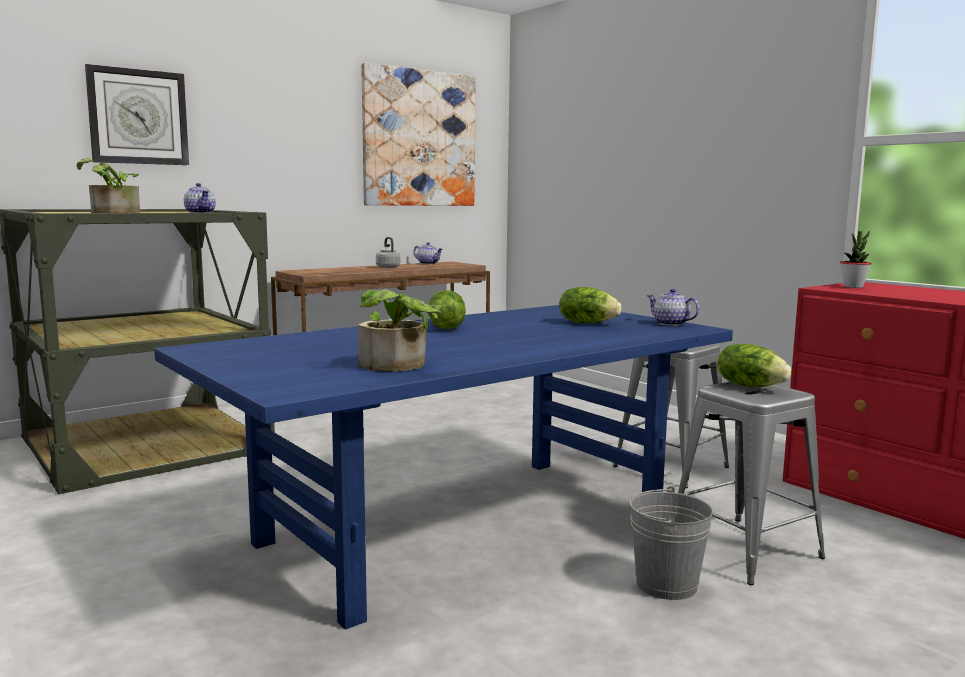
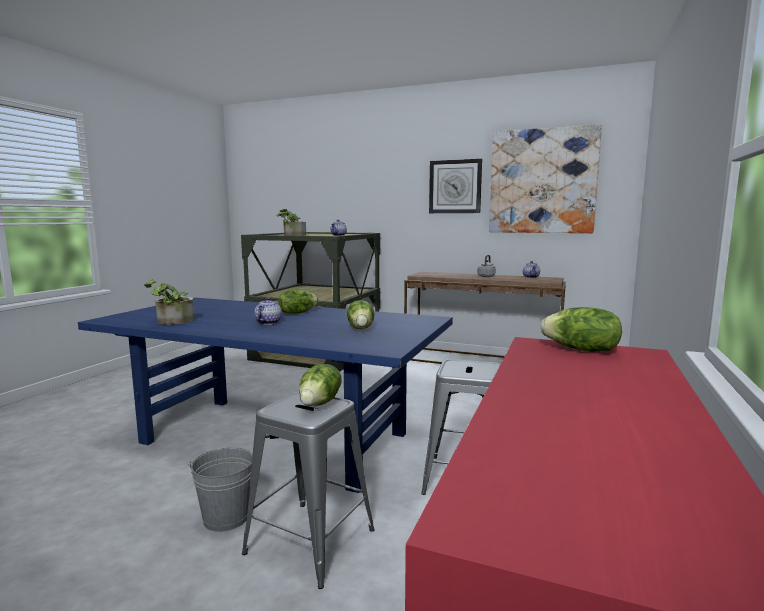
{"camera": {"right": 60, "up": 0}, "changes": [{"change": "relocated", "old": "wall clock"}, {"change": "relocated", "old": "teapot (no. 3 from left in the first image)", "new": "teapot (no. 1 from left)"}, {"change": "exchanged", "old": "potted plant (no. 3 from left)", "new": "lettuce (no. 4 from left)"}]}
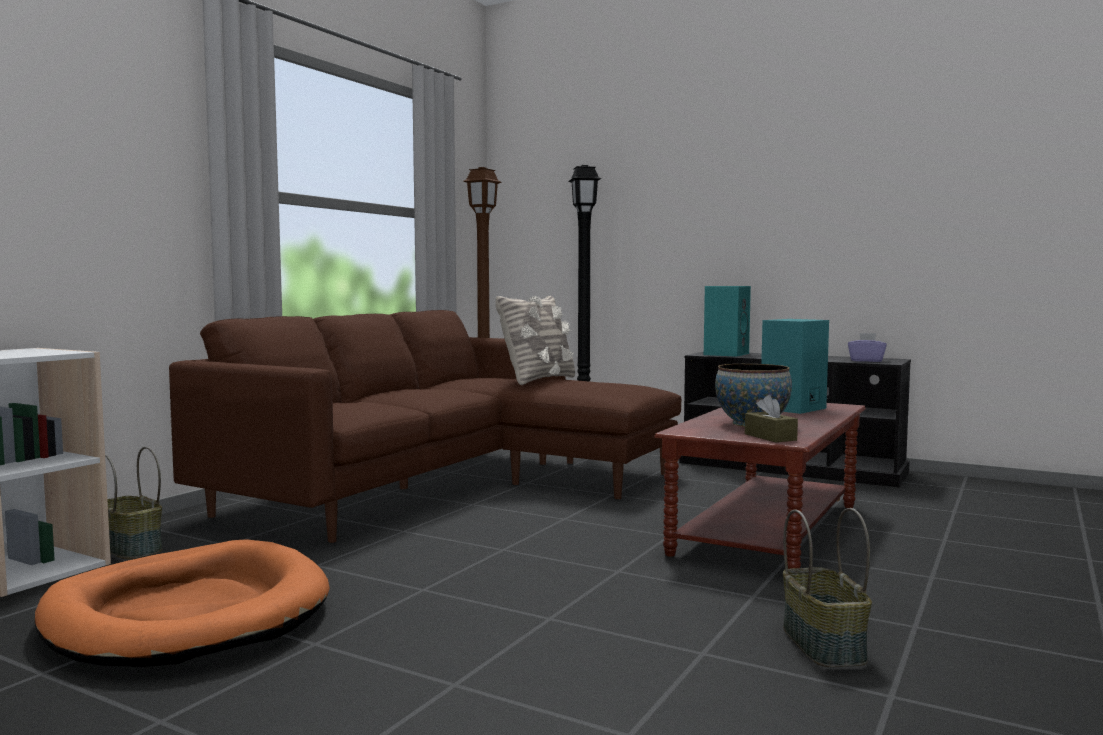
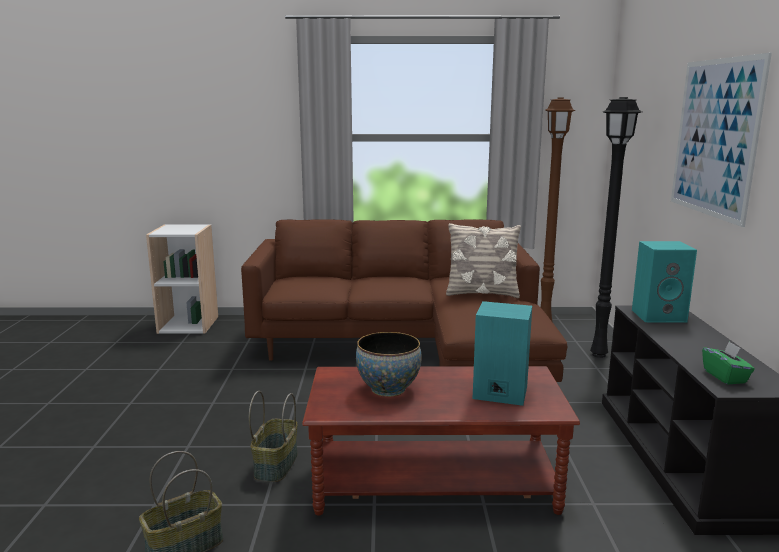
{"camera": {"right": 60, "up": 10}, "changes": [{"change": "missing", "old": "orange dog bed"}, {"change": "missing", "old": "brown tissue box"}, {"change": "appeared", "new": "picture"}, {"change": "relocated", "old": "basket (no. 1 from left in the first image)", "new": "basket (no. 2 from left)"}, {"change": "colour", "old": "purple tissue box", "new": "green tissue box"}]}
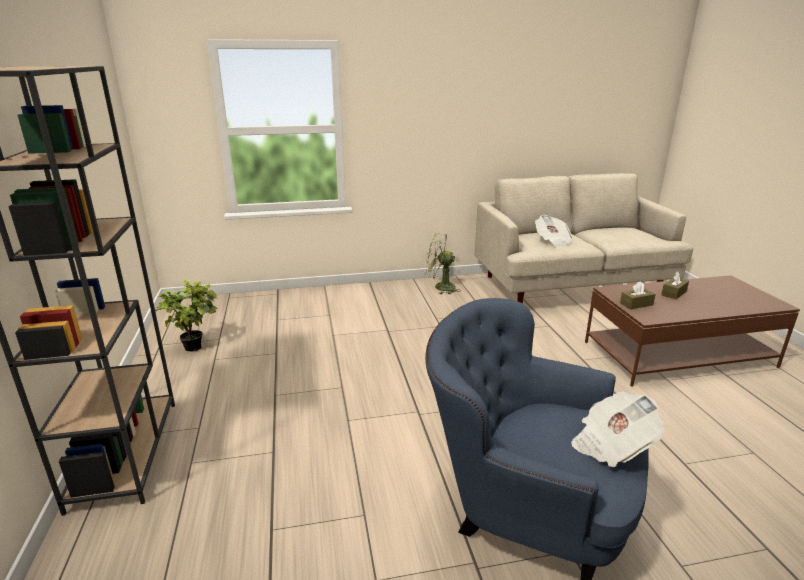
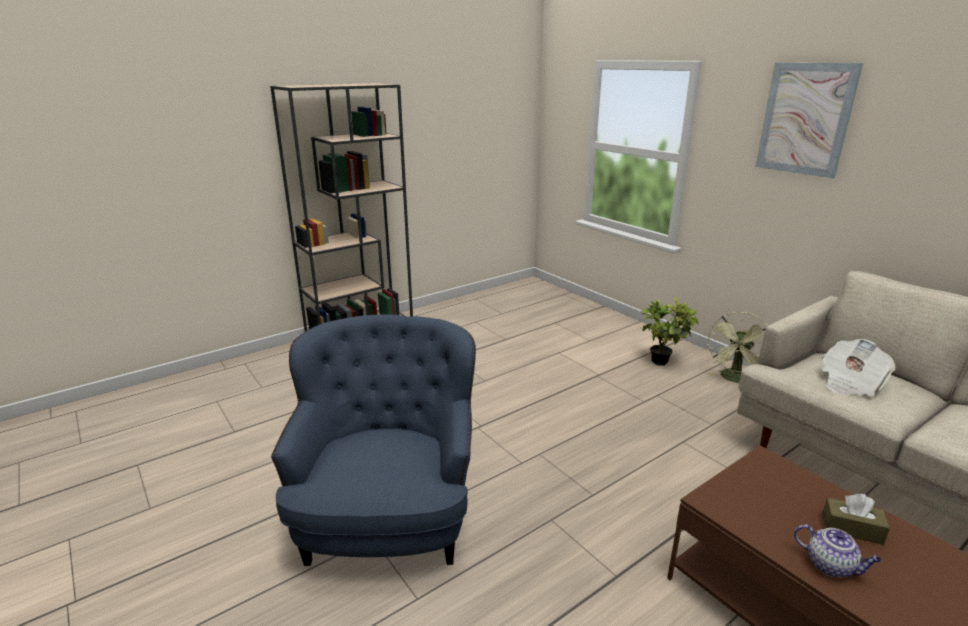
{"camera": {"right": 65, "up": 0}, "changes": [{"change": "missing", "old": "newspaper (no. 2 from left)"}, {"change": "missing", "old": "brown tissue box (no. 1 from left)"}, {"change": "appeared", "new": "picture"}, {"change": "appeared", "new": "teapot"}, {"change": "relocated", "old": "potted plant"}, {"change": "spun", "old": "green fan", "degrees": -135}]}
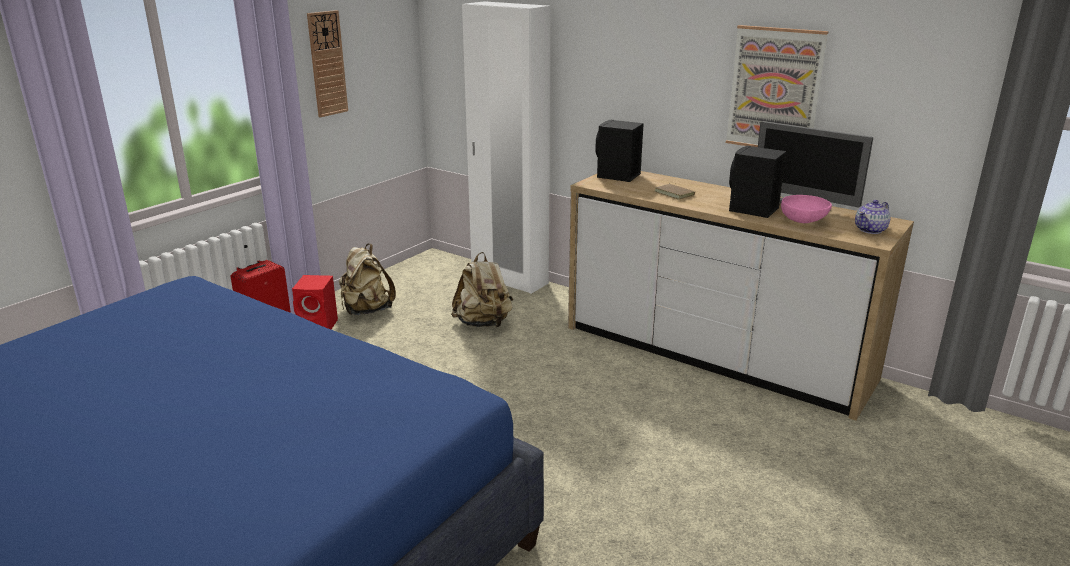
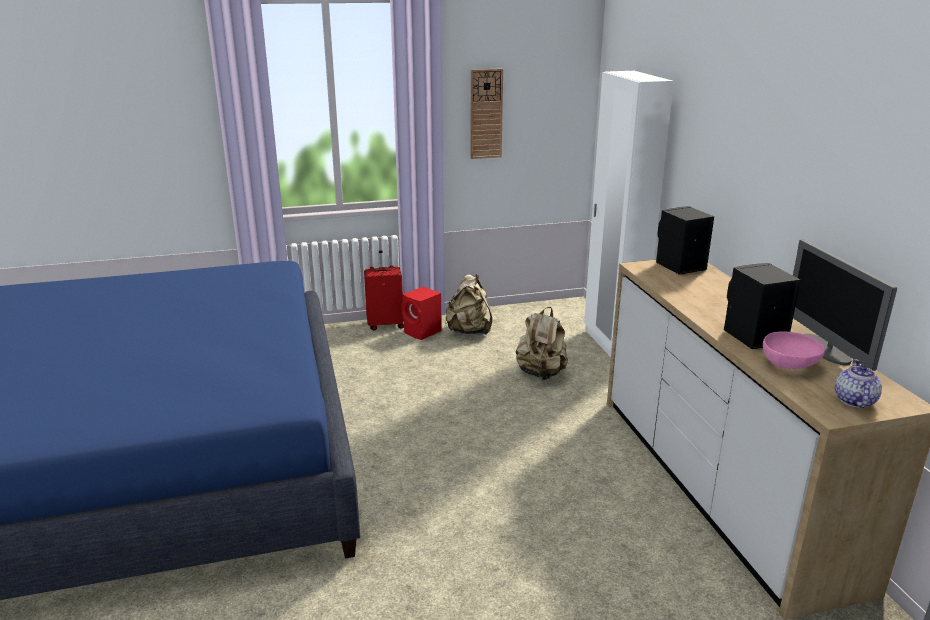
{"camera": {"right": 40, "up": 0}, "changes": [{"change": "missing", "old": "brown book"}, {"change": "missing", "old": "picture"}, {"change": "spun", "old": "teapot", "degrees": 105}]}
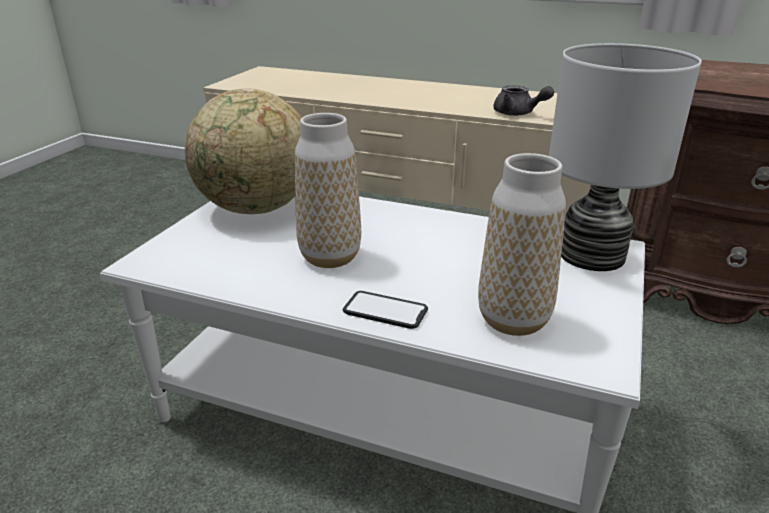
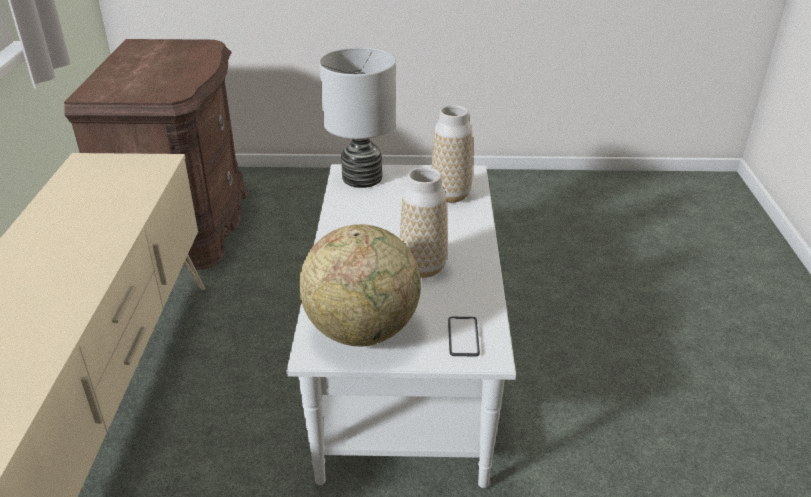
{"camera": {"right": -110, "up": 5}, "changes": [{"change": "missing", "old": "grey teapot"}, {"change": "relocated", "old": "phone"}]}
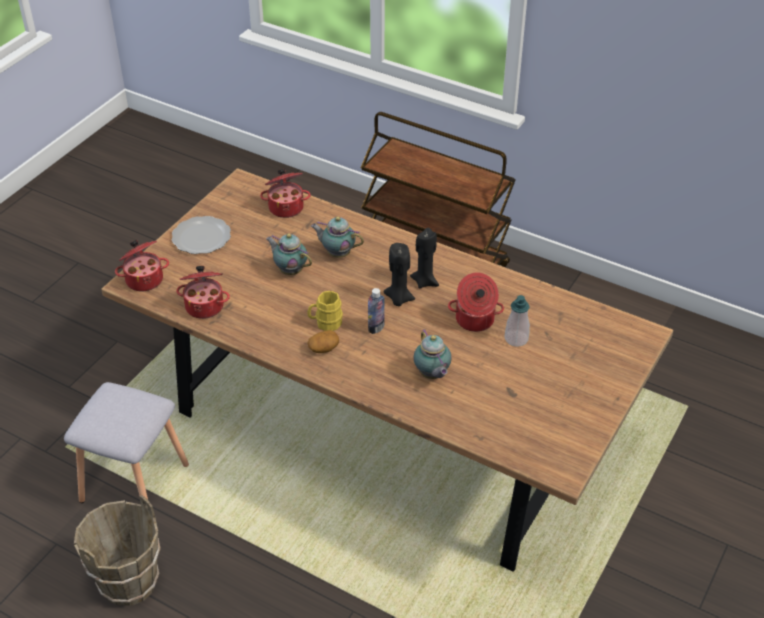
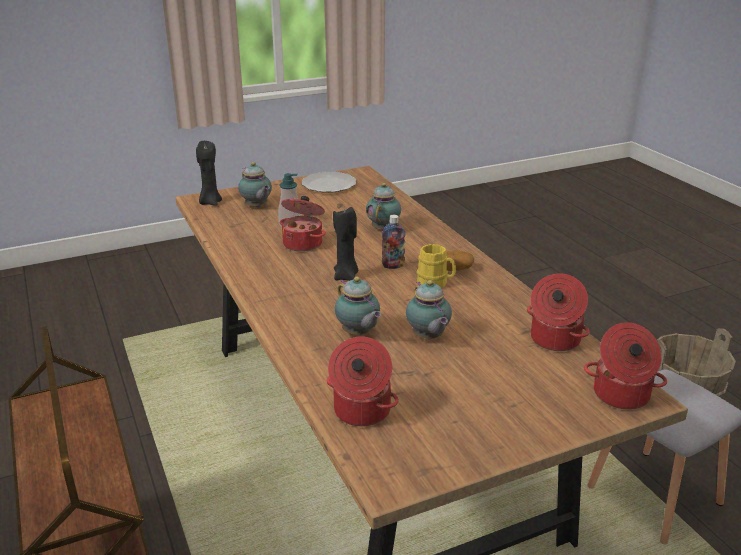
{"camera": {"right": -145, "up": -15}, "changes": [{"change": "appeared", "new": "teapot (no. 1 from left)"}, {"change": "relocated", "old": "plate"}, {"change": "relocated", "old": "black candle (no. 2 from left in the first image)", "new": "black candle (no. 1 from left)"}]}
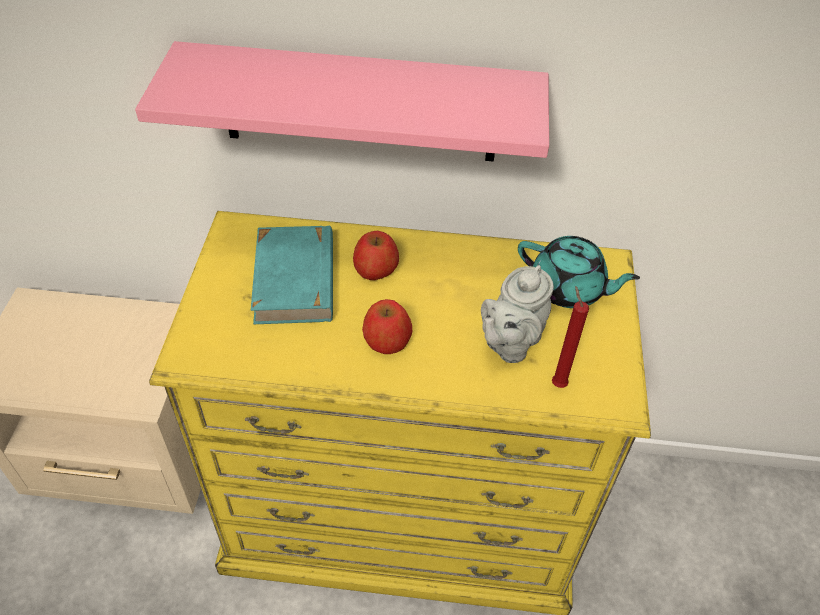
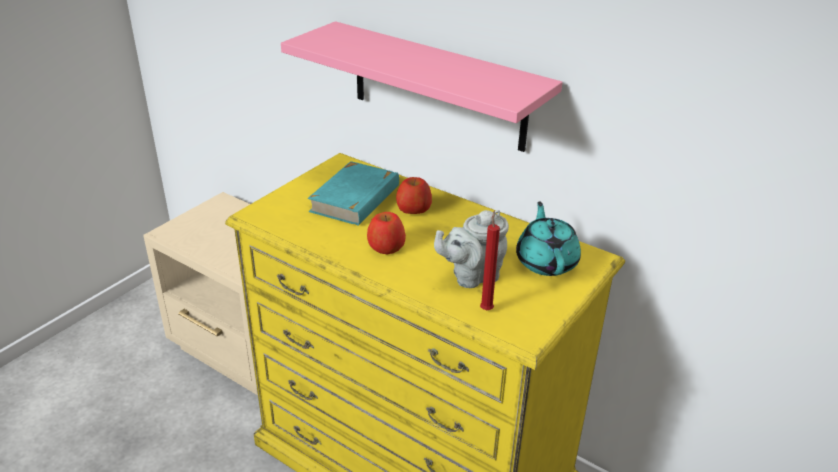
{"camera": {"right": 30, "up": -15}, "changes": [{"change": "spun", "old": "turquoise teapot", "degrees": -150}]}
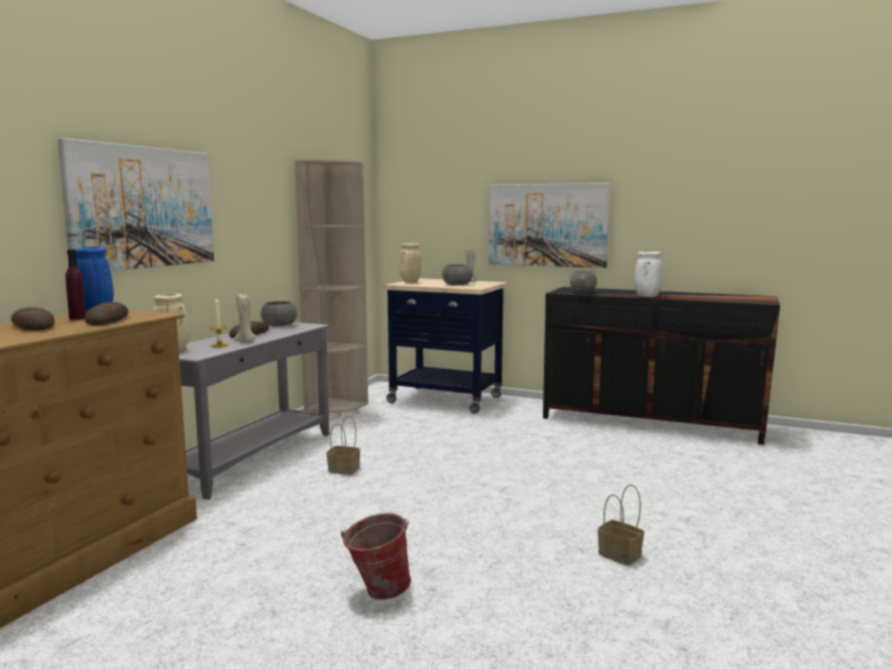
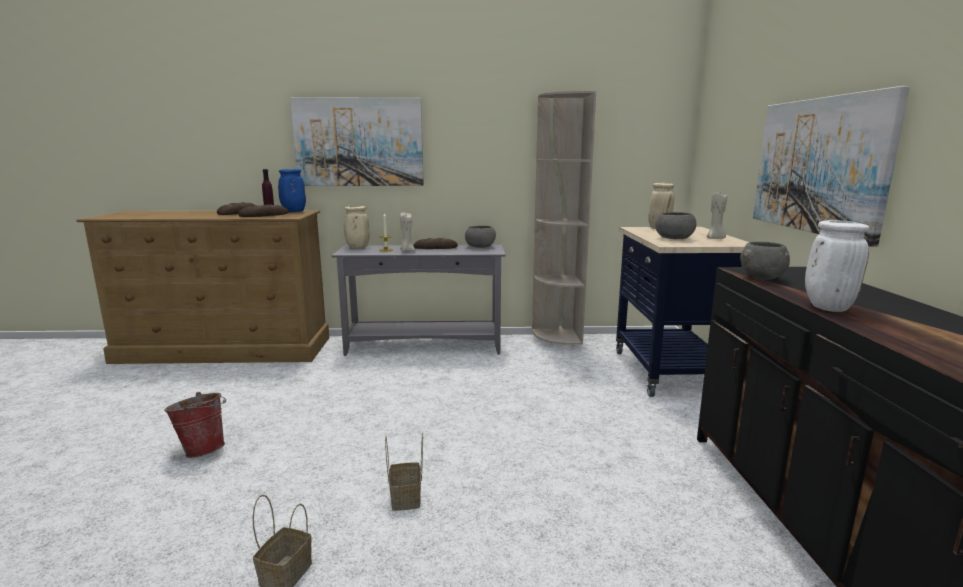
{"camera": {"right": 65, "up": 5}, "changes": [{"change": "relocated", "old": "basket (no. 1 from left in the first image)", "new": "basket (no. 2 from left)"}]}
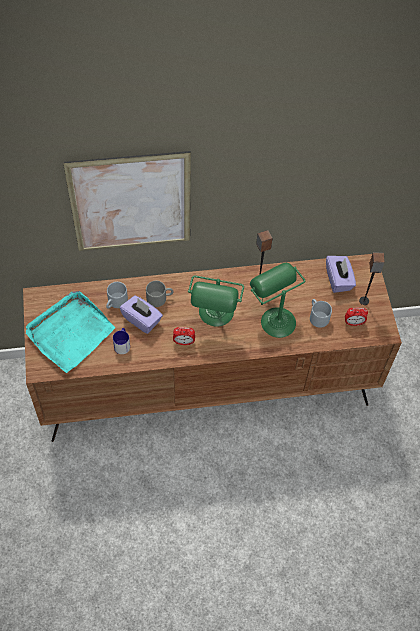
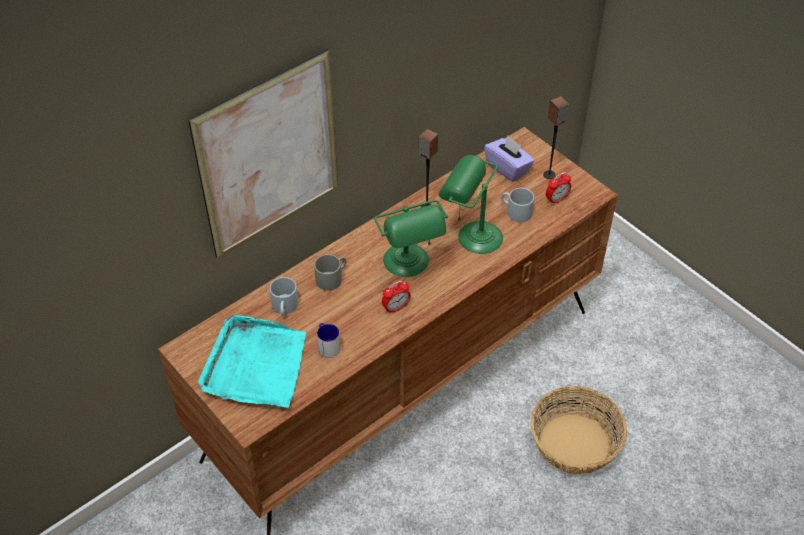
{"camera": {"right": -30, "up": -10}, "changes": [{"change": "missing", "old": "purple tissue box (no. 1 from left)"}, {"change": "appeared", "new": "basket"}]}
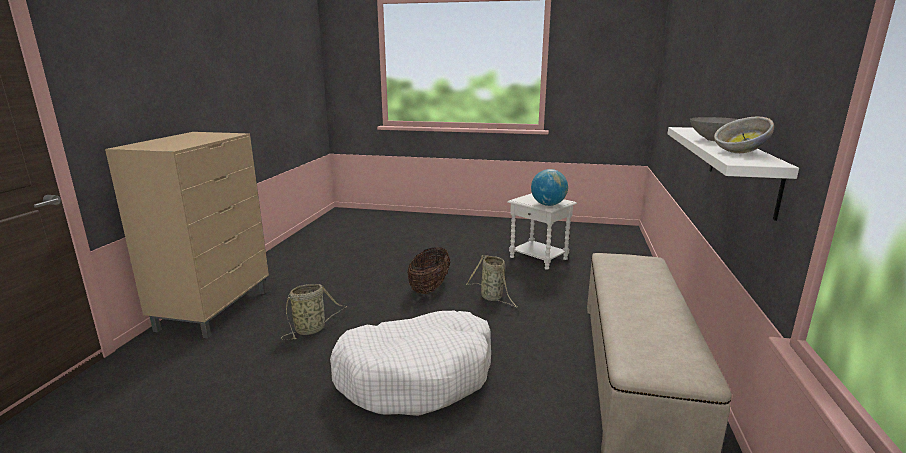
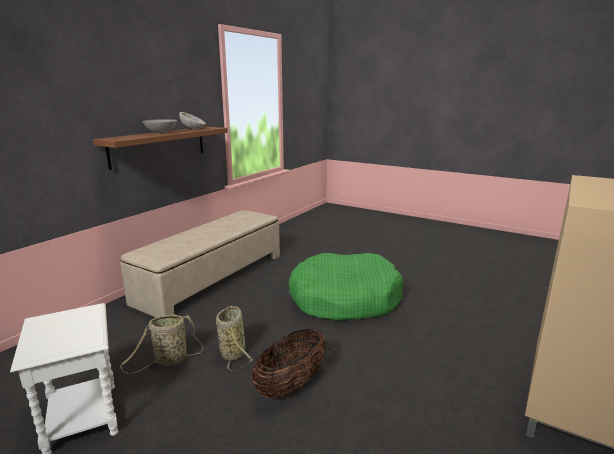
{"camera": {"right": -160, "up": 0}, "changes": [{"change": "missing", "old": "globe"}, {"change": "relocated", "old": "basket (no. 1 from left)"}, {"change": "colour", "old": "white dog bed", "new": "green dog bed"}, {"change": "colour", "old": "white shelf", "new": "brown shelf"}]}
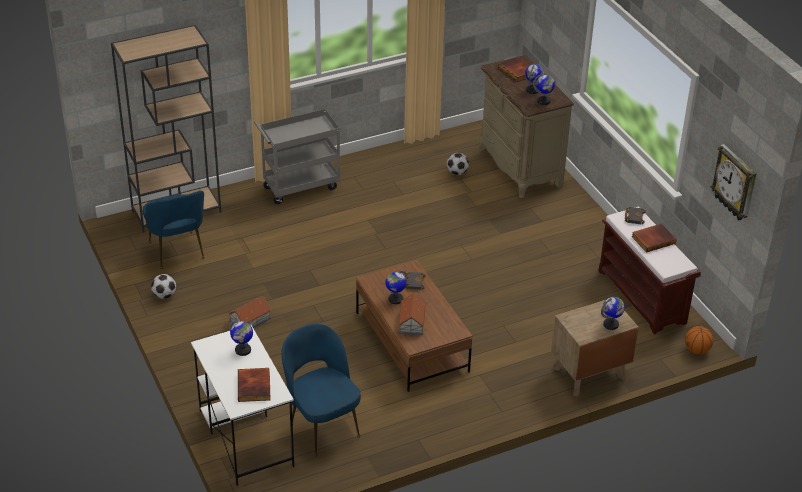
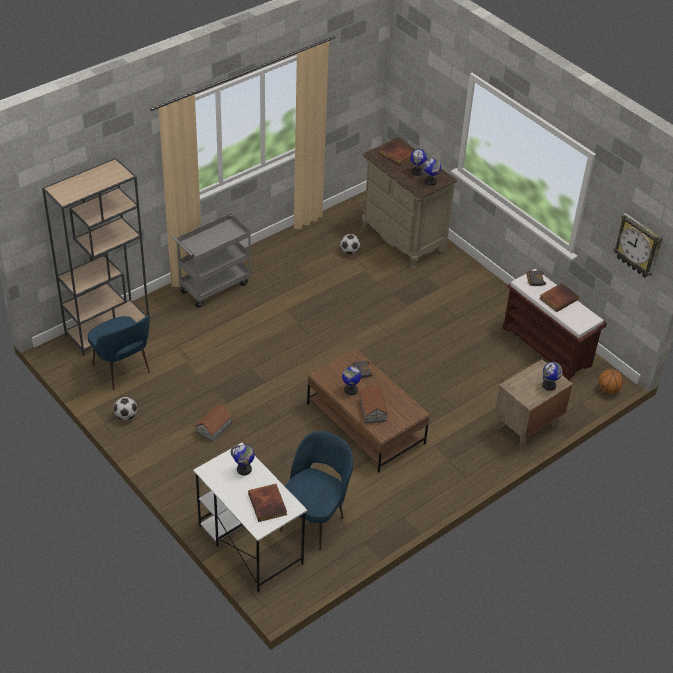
{"camera": {"right": -15, "up": 5}, "changes": [{"change": "spun", "old": "blue chair (no. 2 from left)", "degrees": 75}]}
